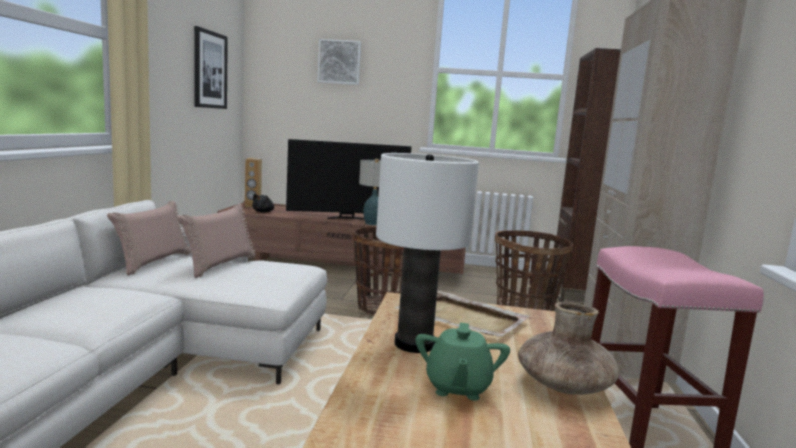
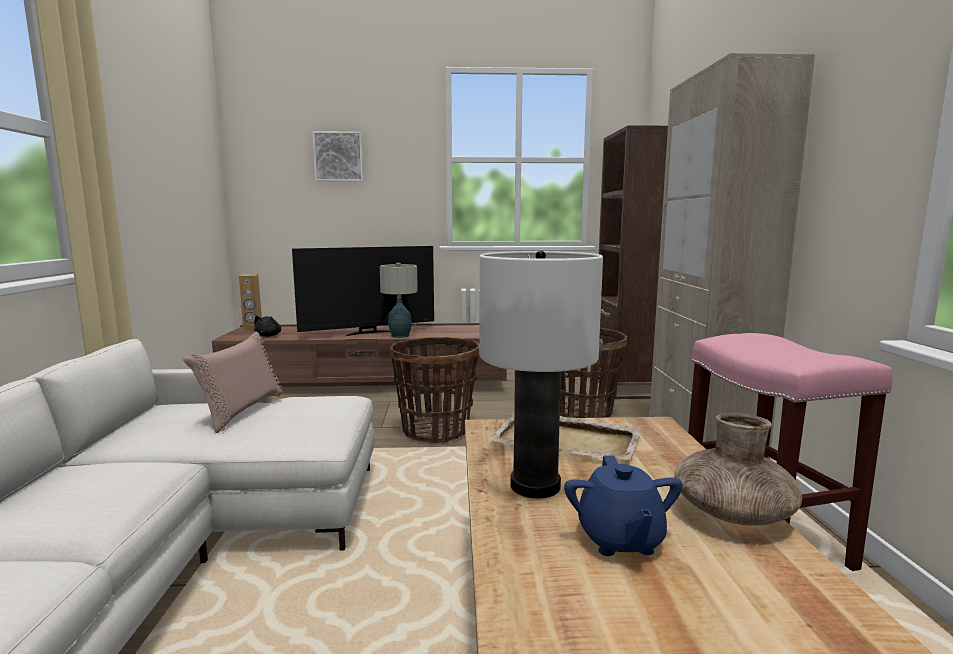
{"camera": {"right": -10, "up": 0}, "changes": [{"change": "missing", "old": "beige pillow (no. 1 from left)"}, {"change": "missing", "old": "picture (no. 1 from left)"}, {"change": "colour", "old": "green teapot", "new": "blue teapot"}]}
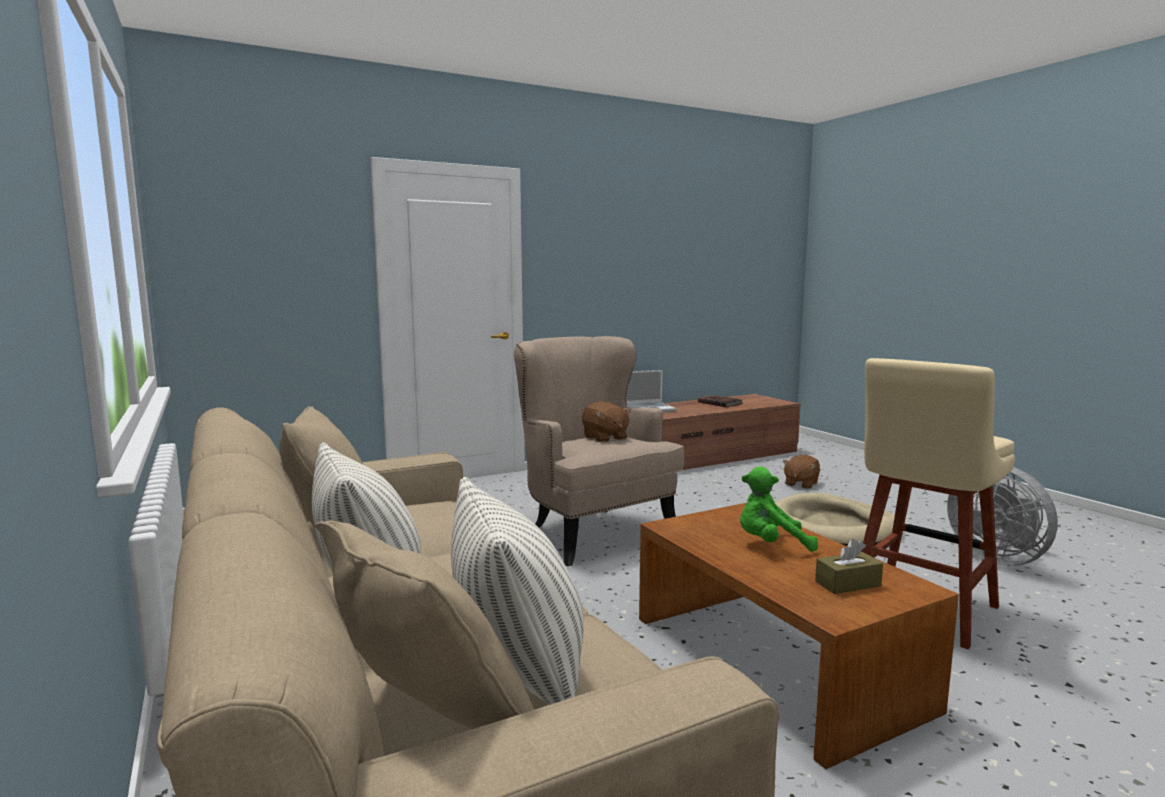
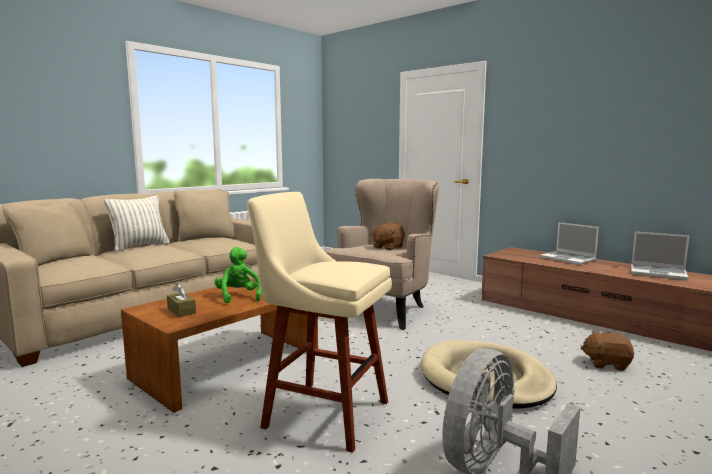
{"camera": {"right": 70, "up": 0}, "changes": [{"change": "missing", "old": "pillow (no. 2 from left)"}, {"change": "exchanged", "old": "brown book", "new": "laptop (no. 2 from left)"}]}
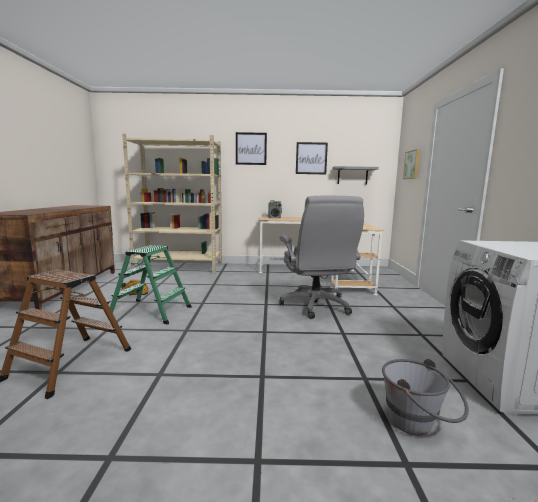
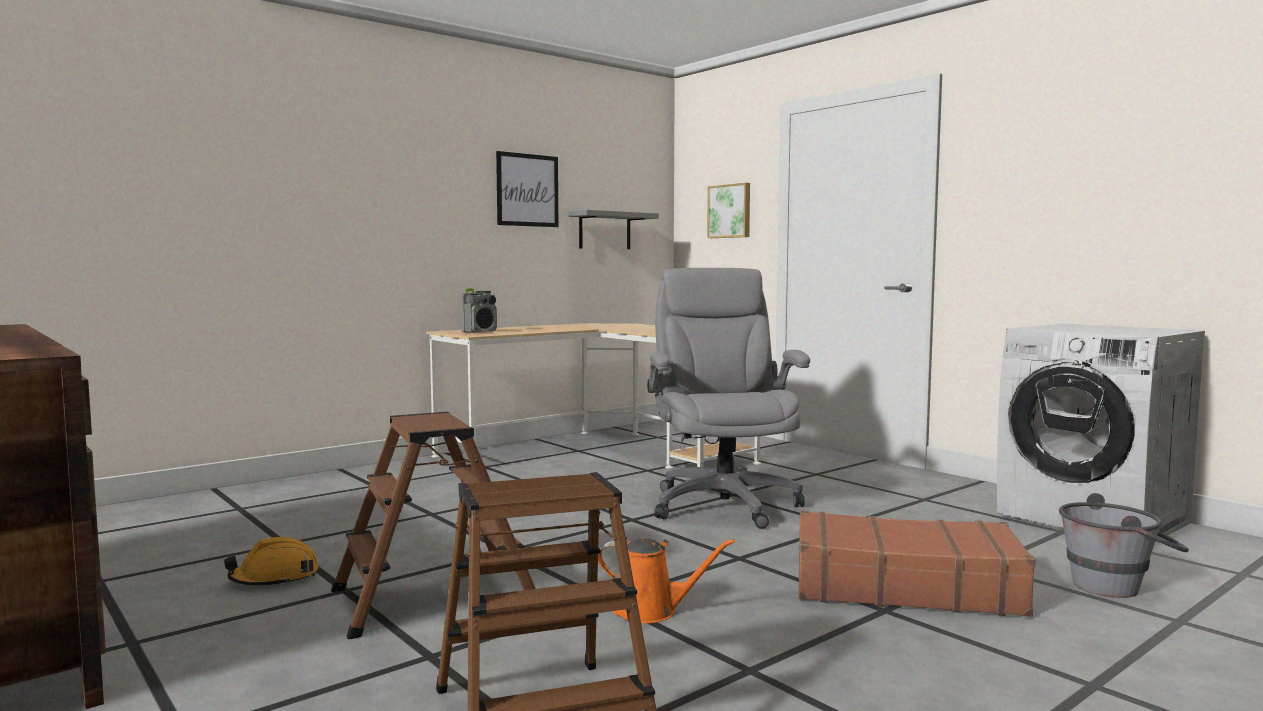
{"camera": {"right": -40, "up": -5}, "changes": [{"change": "missing", "old": "beige bookcase"}, {"change": "missing", "old": "picture (no. 1 from left)"}, {"change": "appeared", "new": "orange watering can"}, {"change": "appeared", "new": "brown suitcase"}, {"change": "colour", "old": "green step ladder", "new": "brown step ladder (no. 1 from left)"}, {"change": "spun", "old": "grey office chair", "degrees": -135}]}
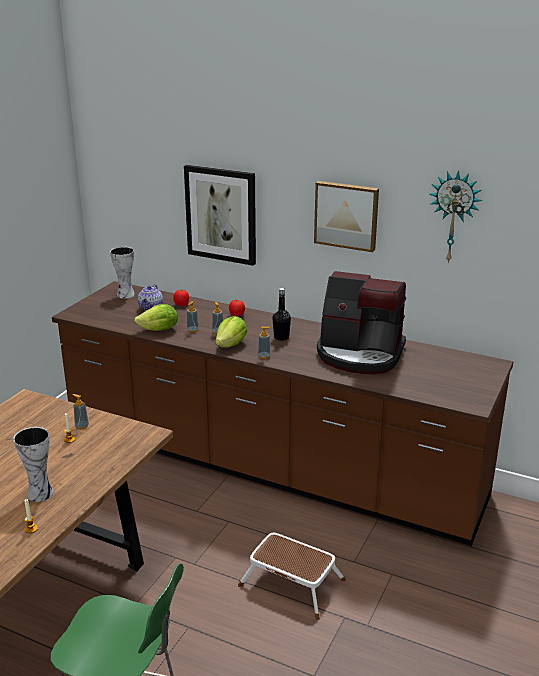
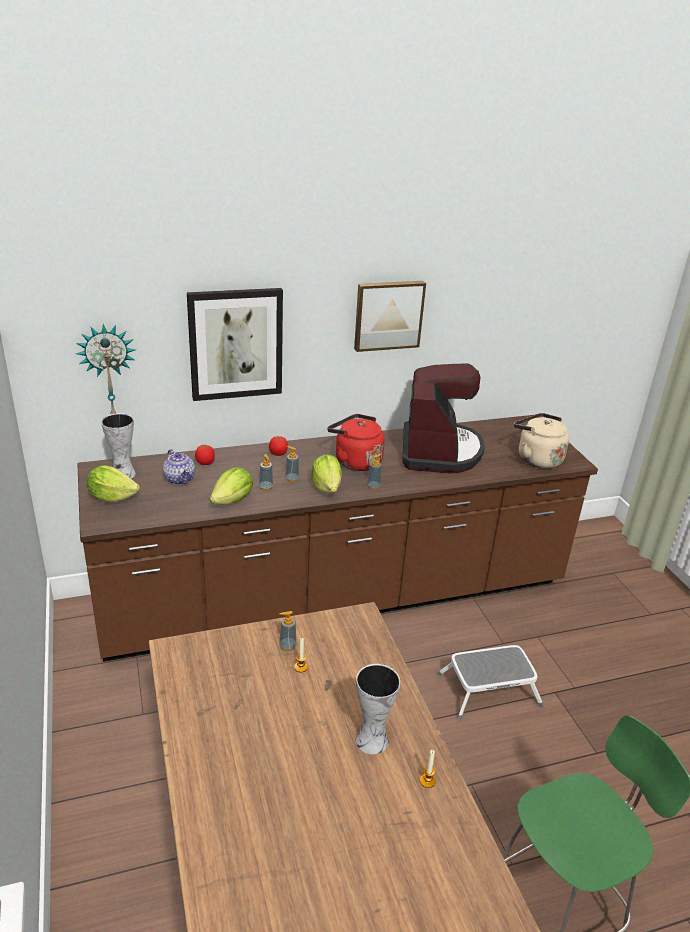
{"camera": {"right": -45, "up": 5}, "changes": [{"change": "appeared", "new": "lettuce (no. 1 from left)"}, {"change": "appeared", "new": "beige kettle"}, {"change": "relocated", "old": "wall clock"}, {"change": "exchanged", "old": "black bottle", "new": "red kettle"}, {"change": "colour", "old": "brown step ladder", "new": "grey step ladder"}, {"change": "spun", "old": "coffee machine", "degrees": -60}]}
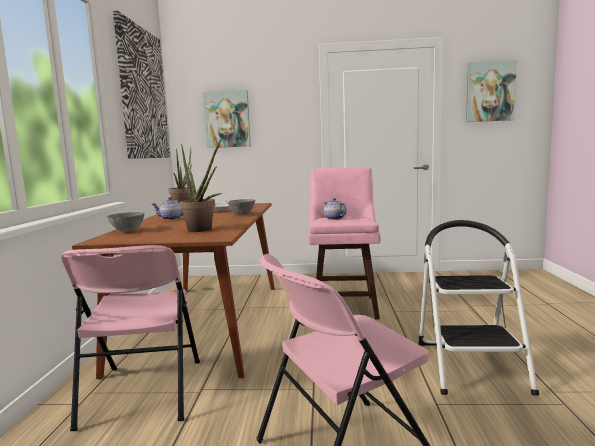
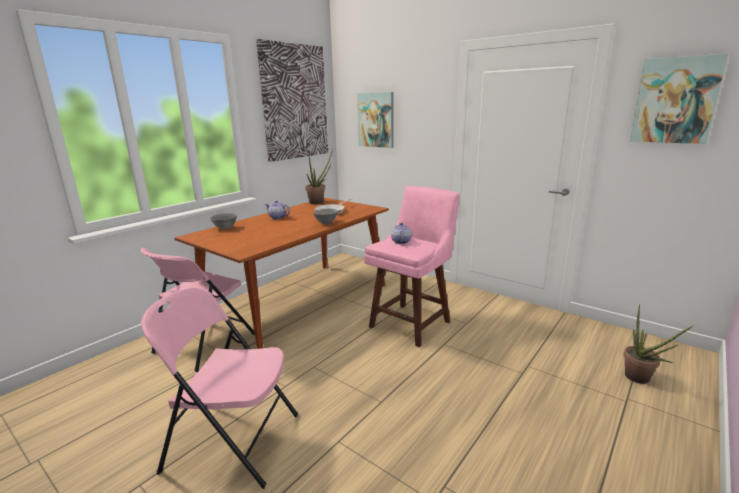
{"camera": {"right": 35, "up": 10}, "changes": [{"change": "missing", "old": "step ladder"}, {"change": "relocated", "old": "potted plant (no. 2 from left)"}]}
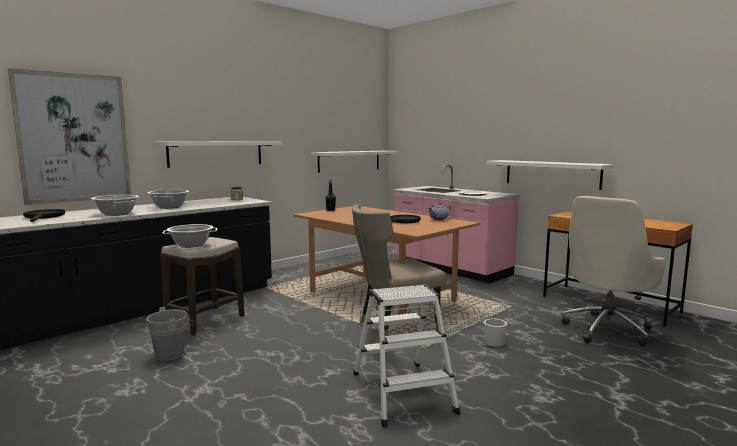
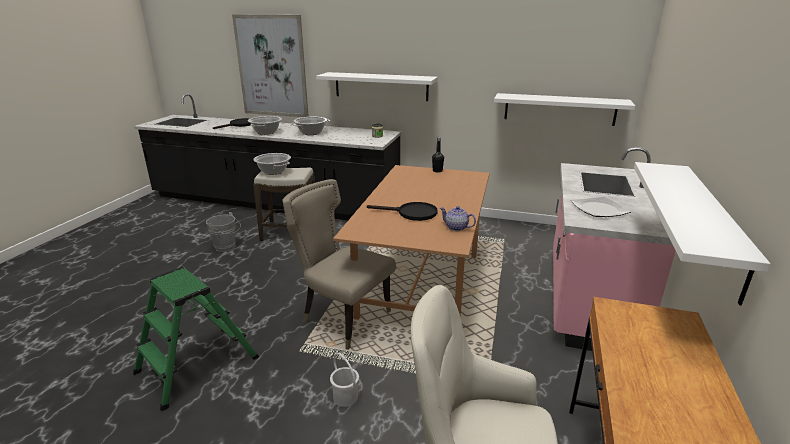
{"camera": {"right": 60, "up": 15}, "changes": [{"change": "colour", "old": "white step ladder", "new": "green step ladder"}]}
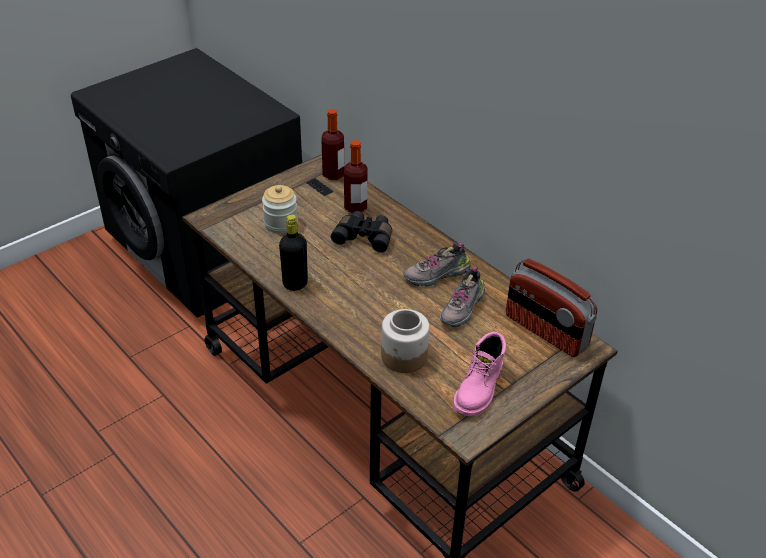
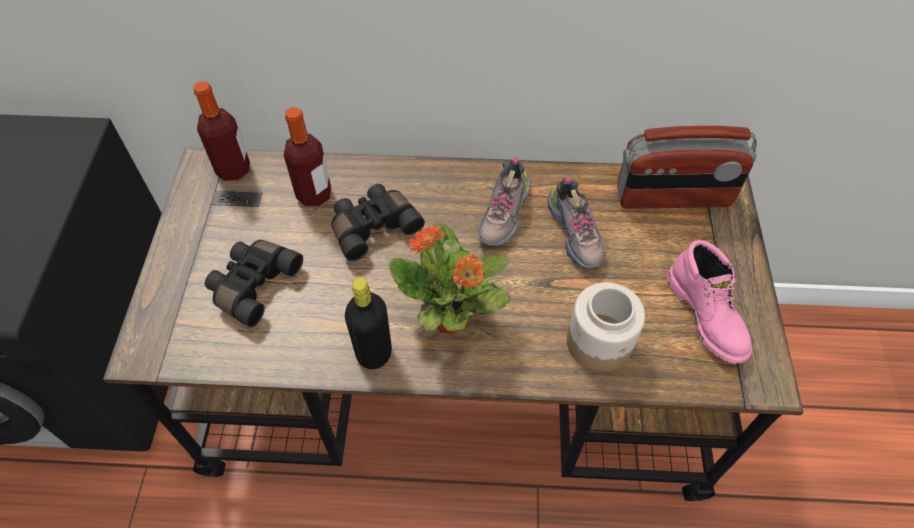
{"camera": {"right": -45, "up": 15}, "changes": [{"change": "appeared", "new": "potted plant"}, {"change": "exchanged", "old": "jar (no. 1 from left)", "new": "black binoculars (no. 1 from left)"}]}
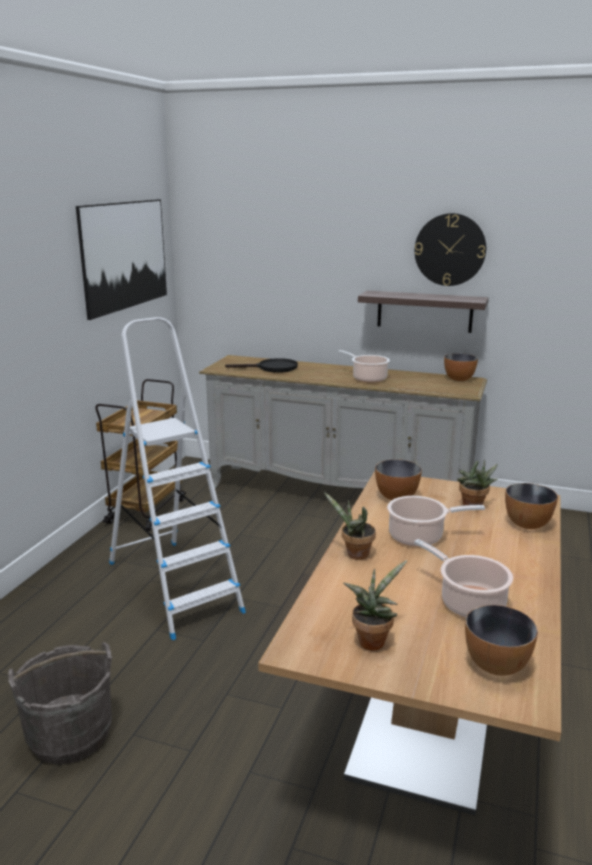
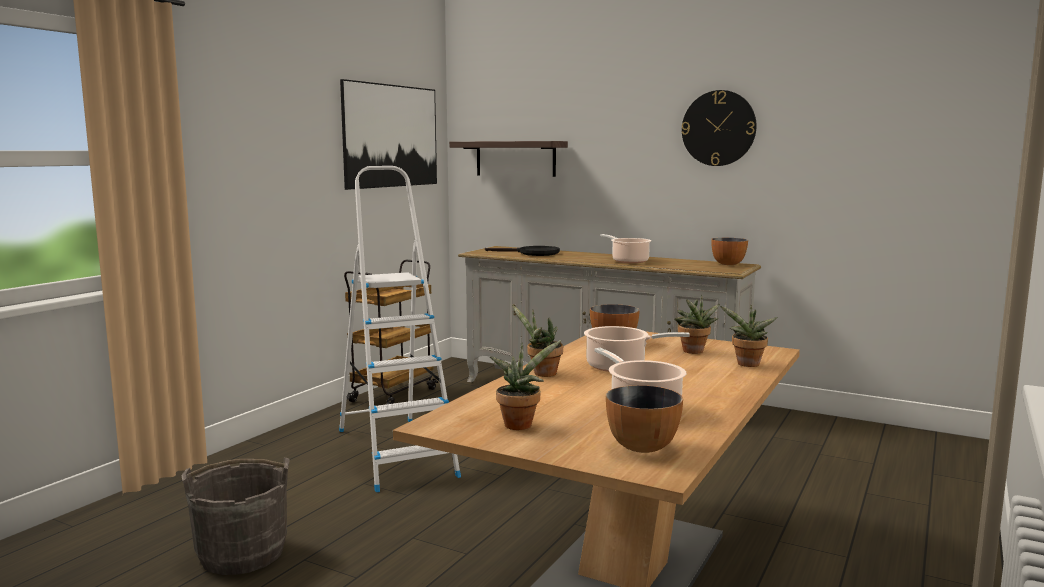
{"camera": {"right": 10, "up": -10}, "changes": [{"change": "relocated", "old": "shelf"}, {"change": "exchanged", "old": "bowl (no. 4 from left)", "new": "potted plant (no. 4 from left)"}]}
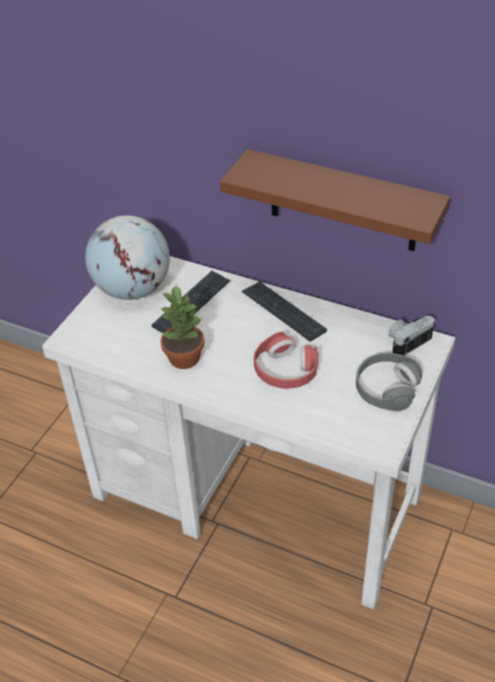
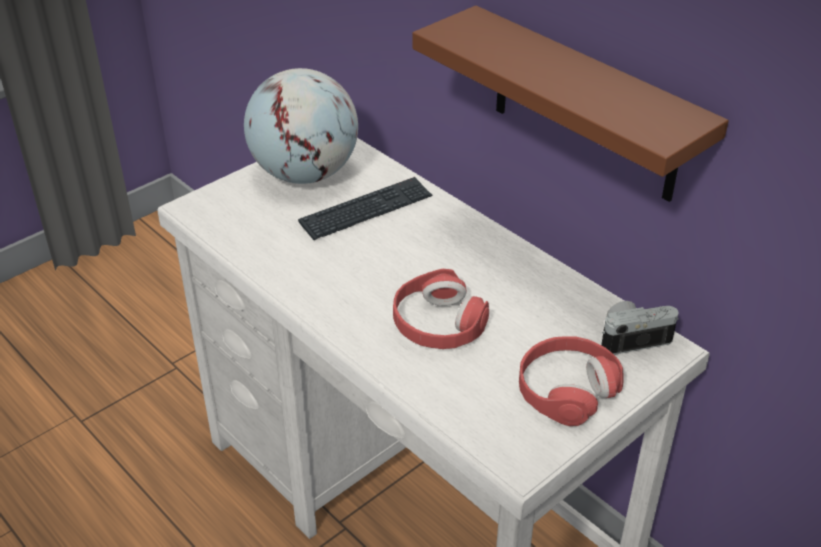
{"camera": {"right": 20, "up": -5}, "changes": [{"change": "missing", "old": "potted plant"}, {"change": "missing", "old": "keyboard (no. 2 from left)"}, {"change": "colour", "old": "grey headphones", "new": "red headphones (no. 2 from left)"}]}
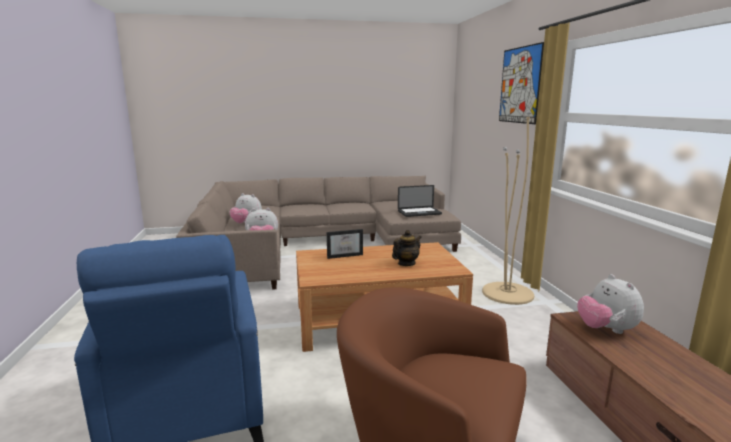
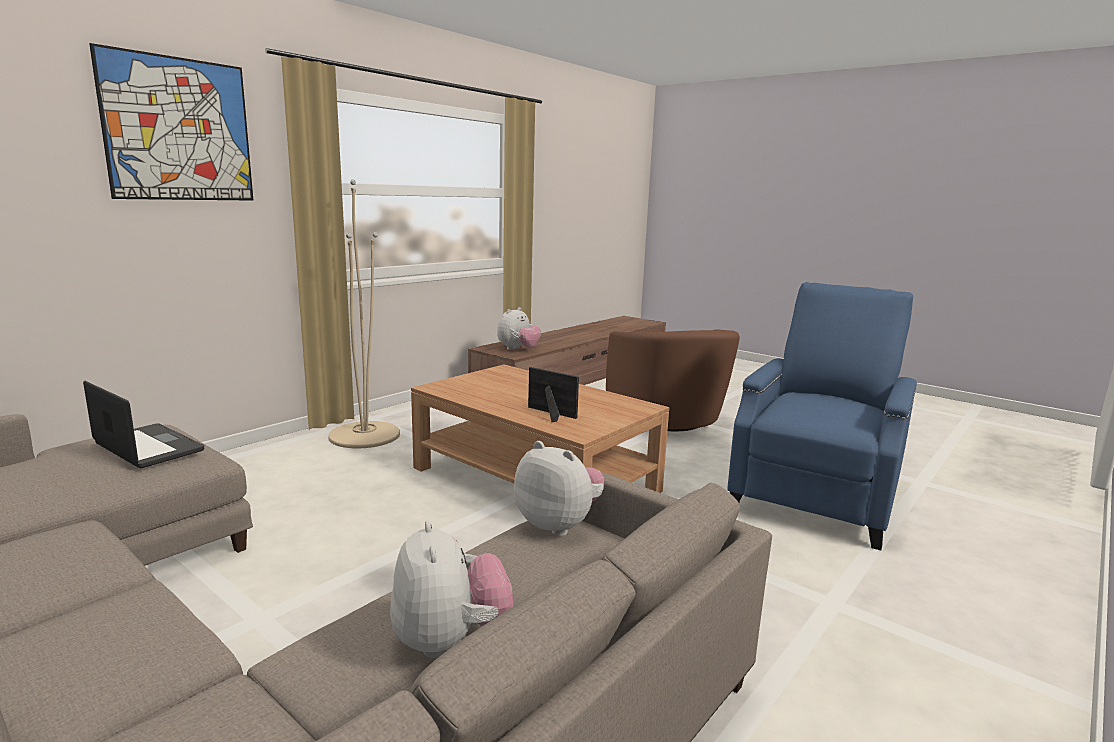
{"camera": {"right": -130, "up": 0}, "changes": [{"change": "missing", "old": "teapot"}]}
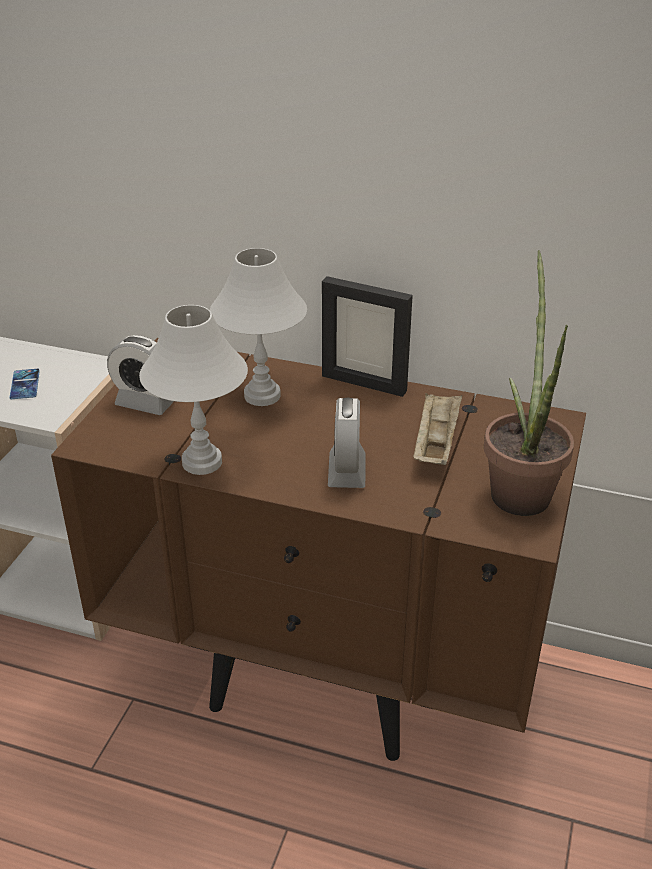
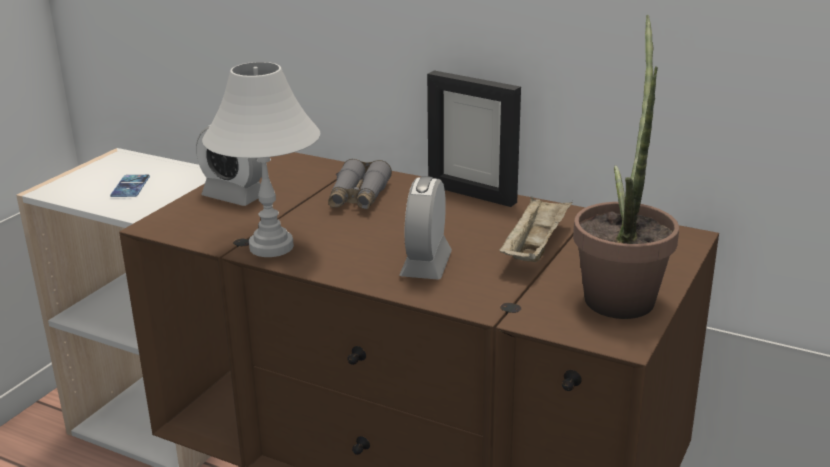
{"camera": {"right": 10, "up": -10}, "changes": [{"change": "exchanged", "old": "white table lamp (no. 2 from left)", "new": "grey binoculars"}]}
